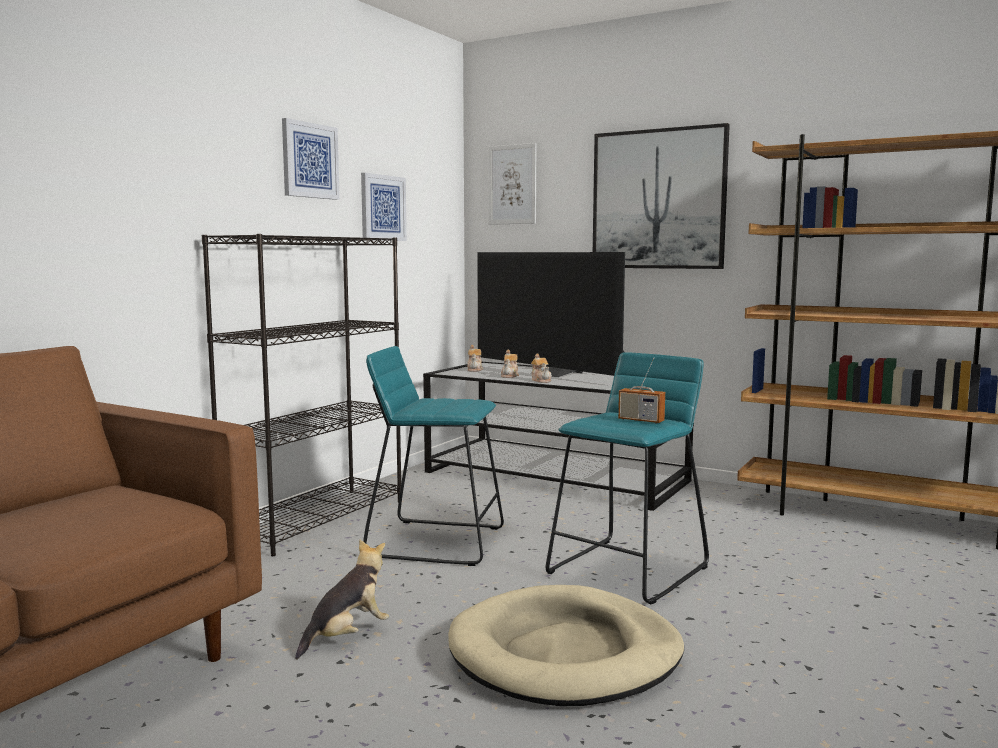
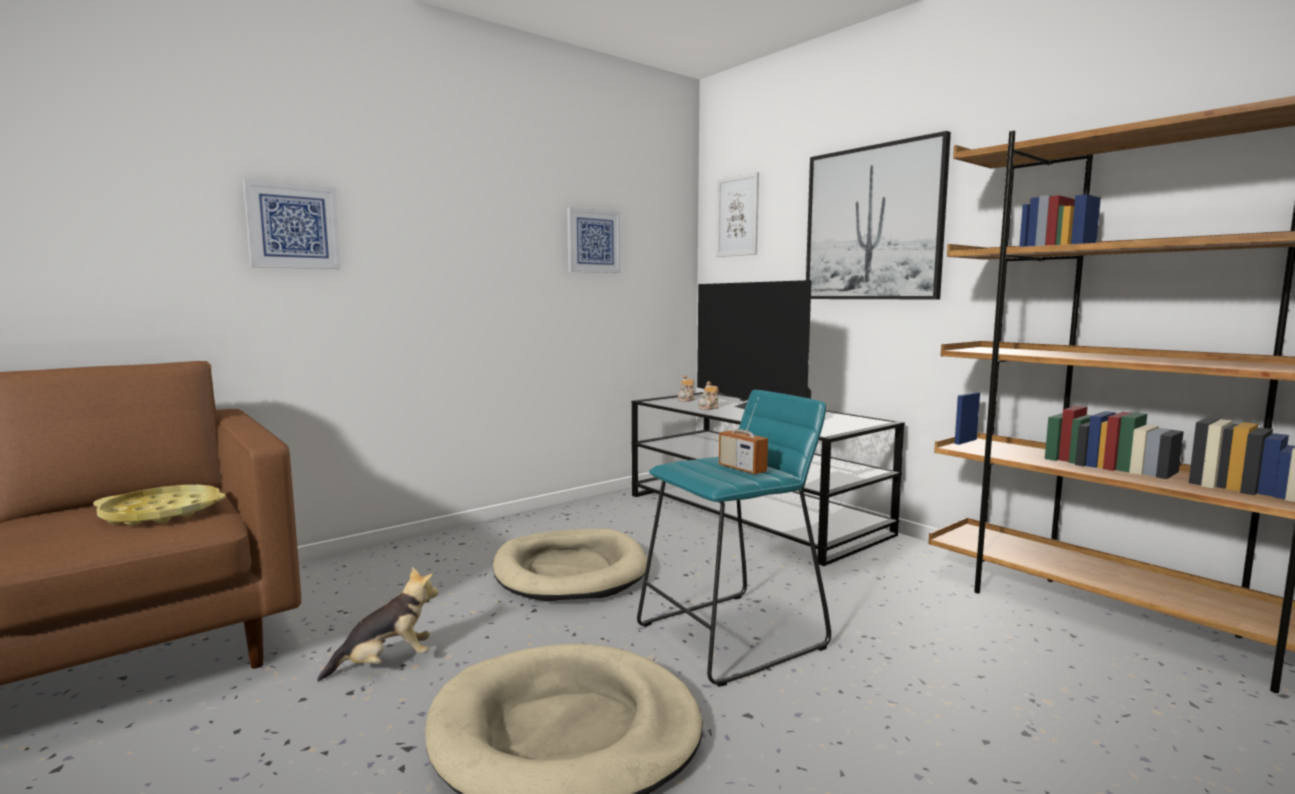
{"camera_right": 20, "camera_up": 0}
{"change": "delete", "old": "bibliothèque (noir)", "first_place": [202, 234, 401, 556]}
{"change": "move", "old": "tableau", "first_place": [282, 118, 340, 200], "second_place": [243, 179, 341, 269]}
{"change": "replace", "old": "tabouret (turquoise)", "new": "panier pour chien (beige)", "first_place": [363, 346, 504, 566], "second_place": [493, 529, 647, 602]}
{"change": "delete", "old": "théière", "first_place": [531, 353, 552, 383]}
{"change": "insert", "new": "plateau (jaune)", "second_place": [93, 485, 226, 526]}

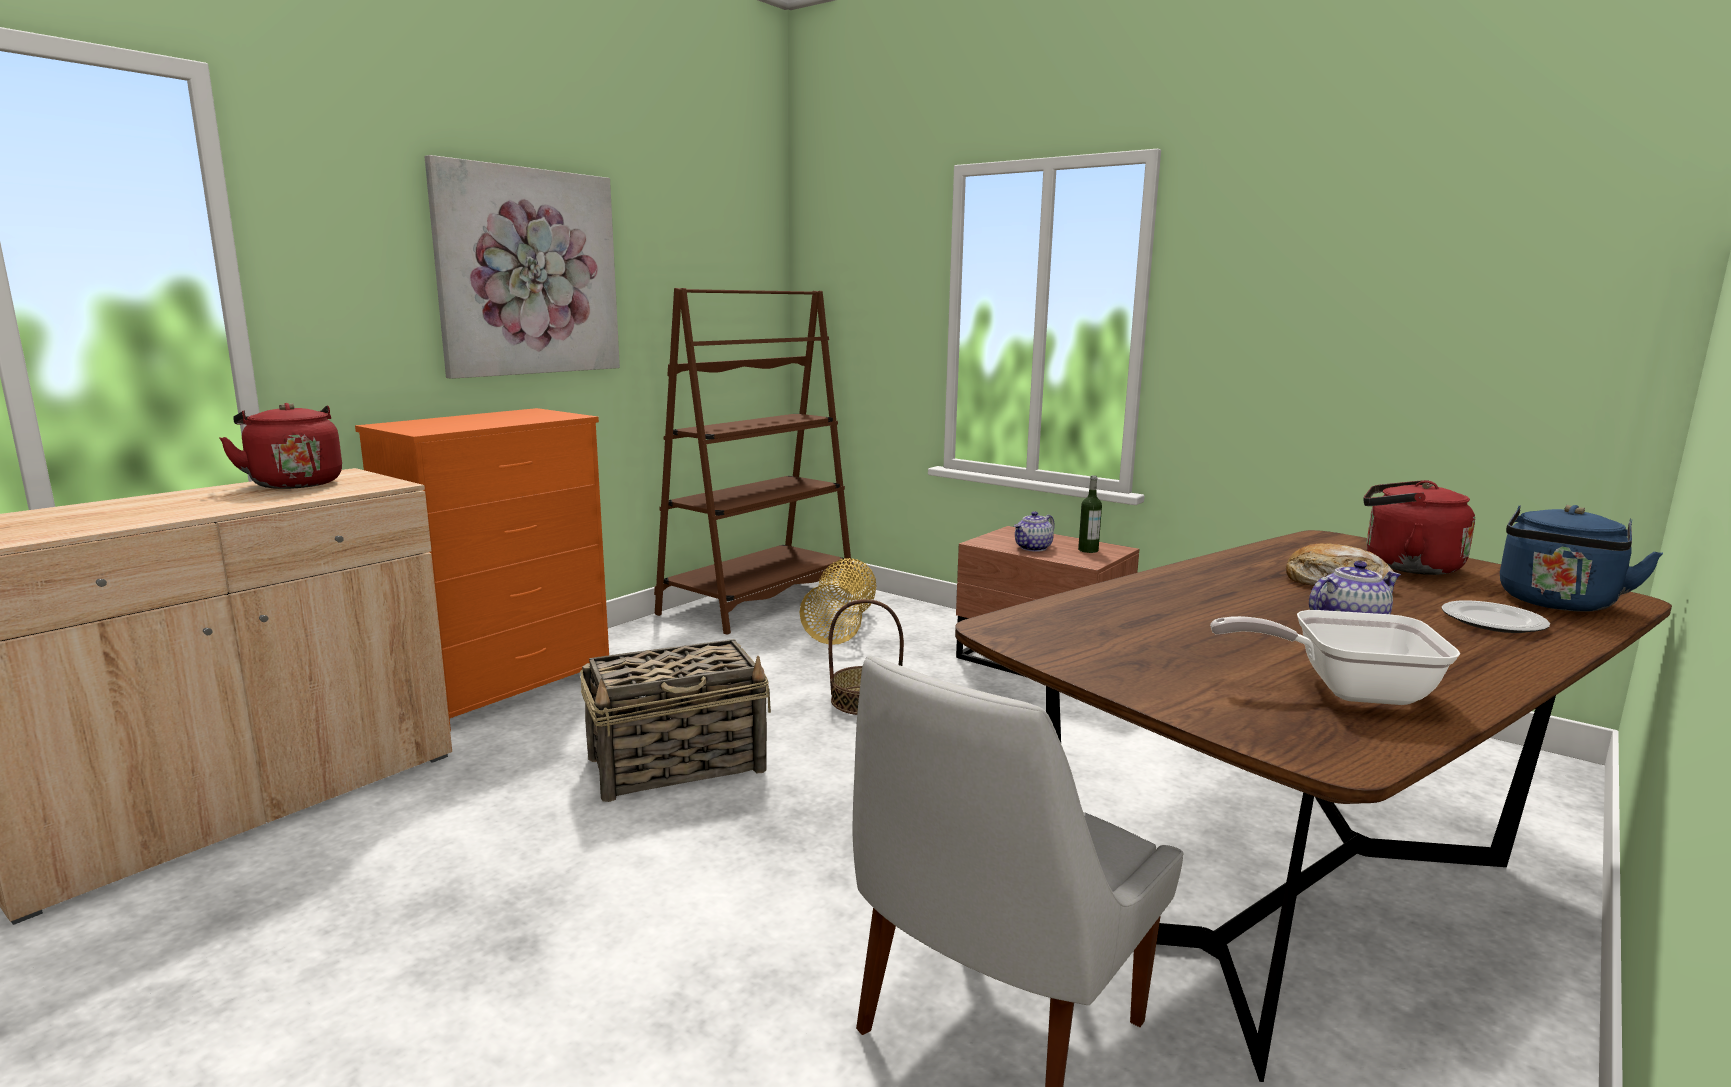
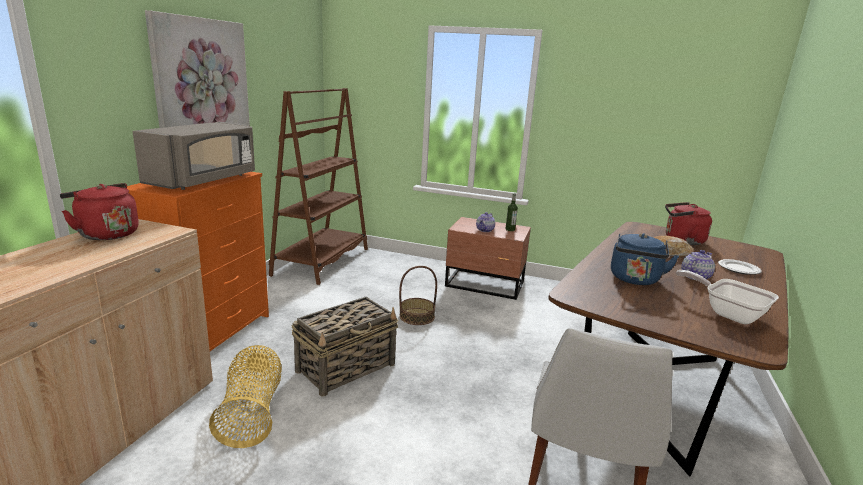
{"camera_right": -20, "camera_up": 5}
{"change": "move", "old": "panier", "first_place": [799, 558, 877, 645], "second_place": [209, 345, 282, 448]}
{"change": "rotate", "old": "poêle", "first_place": [1210, 610, 1460, 705], "second_place": [676, 270, 779, 324], "degrees": 60}
{"change": "move", "old": "bouilloire (bleu)", "first_place": [1500, 505, 1663, 612], "second_place": [611, 233, 679, 285]}
{"change": "insert", "new": "micro-ondes (gris)", "second_place": [132, 122, 255, 190]}

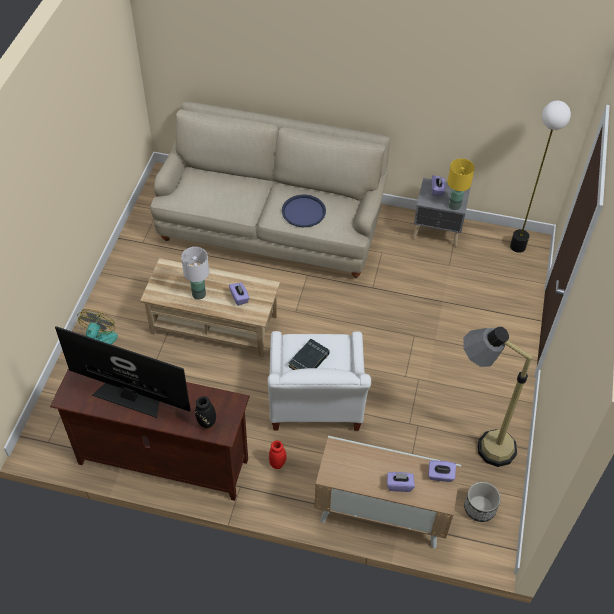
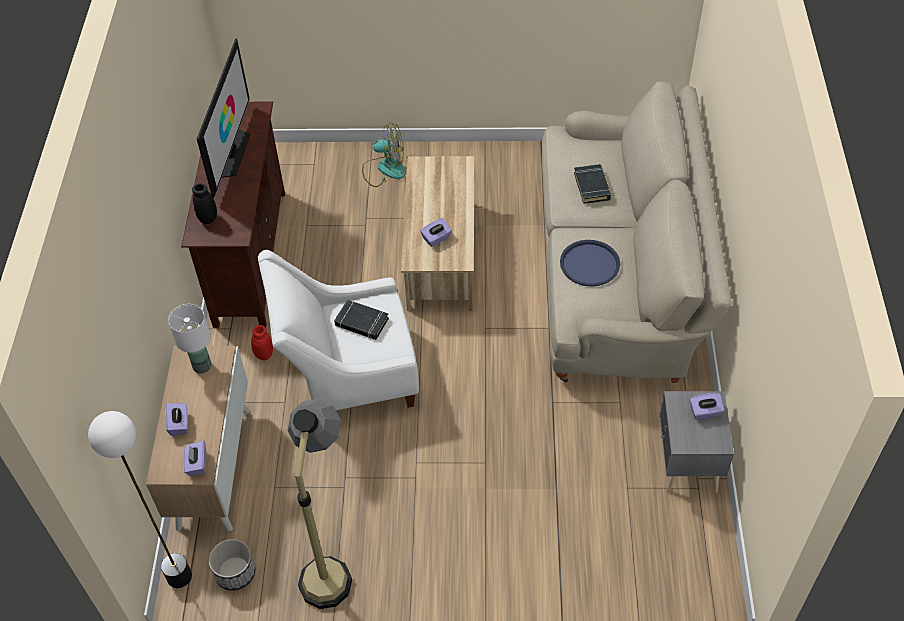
{"camera_right": 80, "camera_up": 0}
{"change": "move", "old": "lampe de table (blanc)", "first_place": [181, 247, 209, 299], "second_place": [168, 304, 211, 374]}
{"change": "delete", "old": "lampe de table (jaune)", "first_place": [448, 158, 475, 210]}
{"change": "move", "old": "lampadaire", "first_place": [510, 101, 571, 253], "second_place": [88, 411, 192, 588]}
{"change": "insert", "new": "livre (noir)", "second_place": [574, 164, 611, 204]}

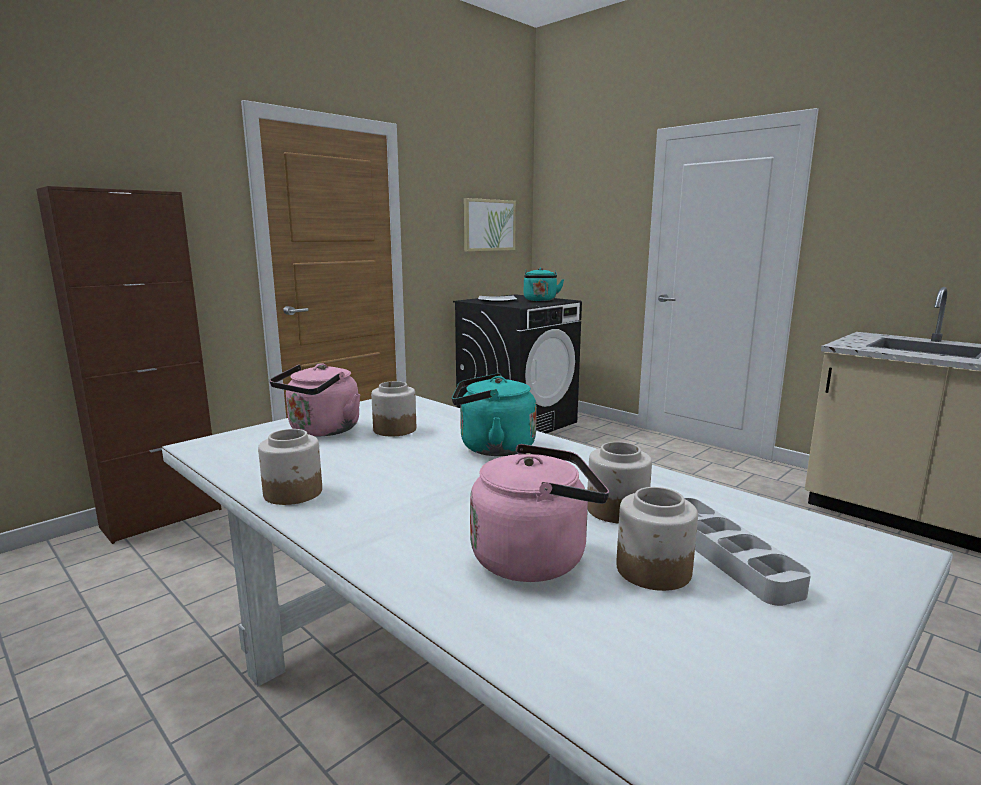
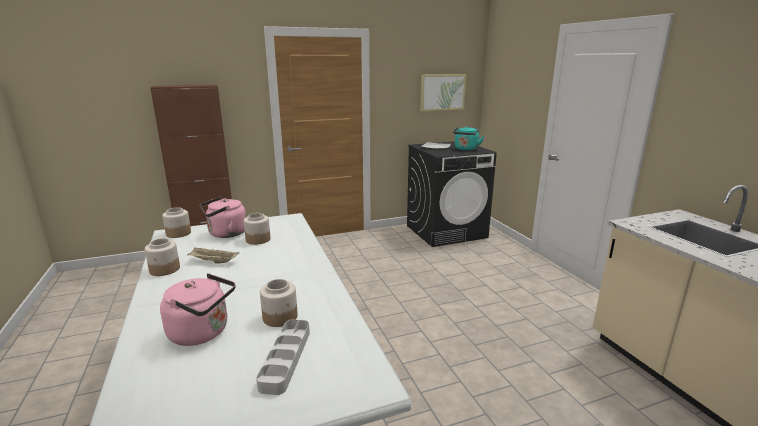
{"camera_right": 25, "camera_up": 5}
{"change": "delete", "old": "bouilloire (turquoise)", "first_place": [452, 373, 537, 456]}
{"change": "move", "old": "bocal", "first_place": [616, 487, 698, 591], "second_place": [162, 207, 191, 238]}
{"change": "insert", "new": "plateau (beige)", "second_place": [187, 248, 239, 264]}

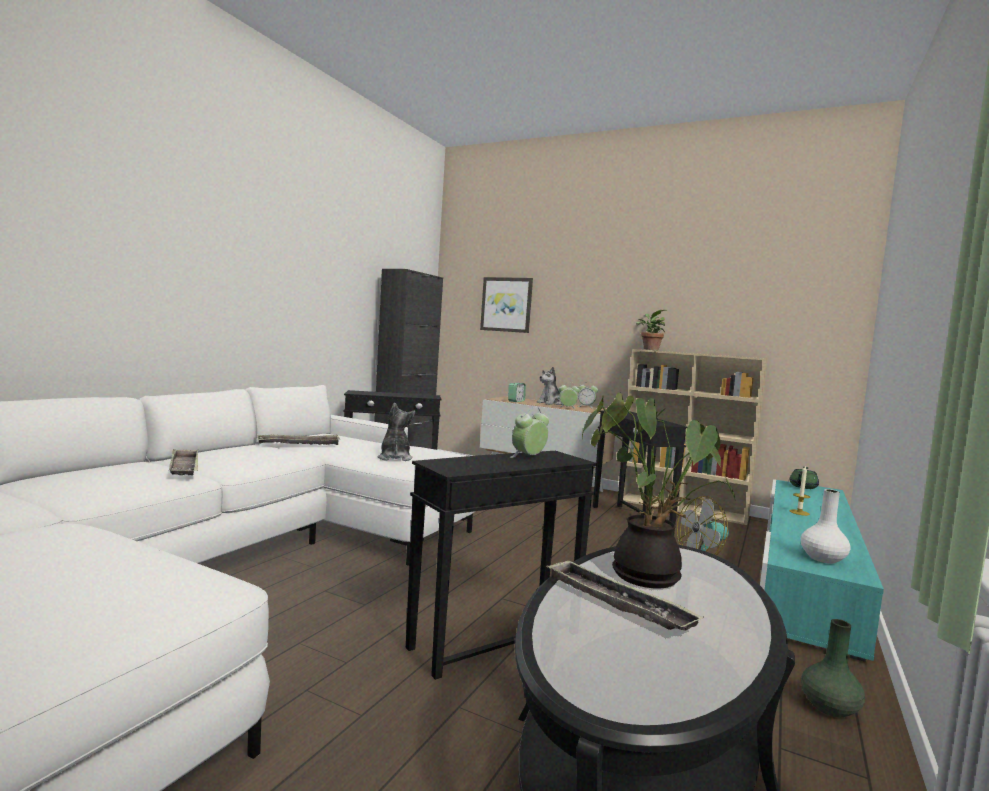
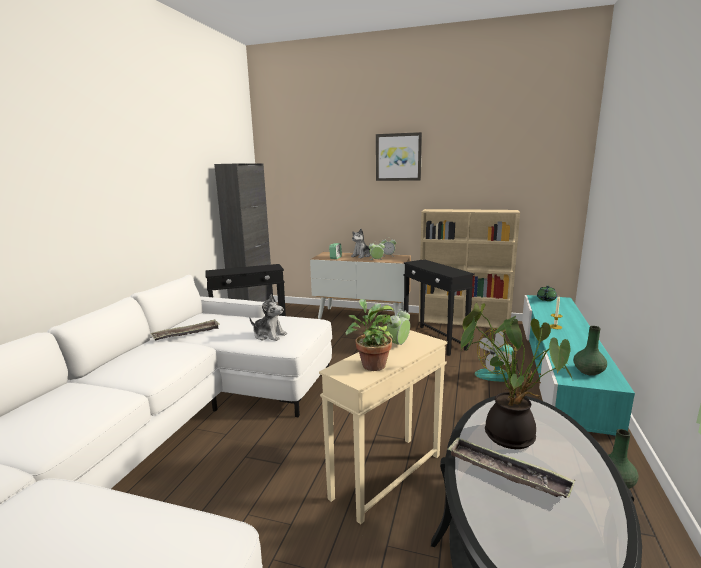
{"camera_right": -10, "camera_up": 10}
{"change": "delete", "old": "plateau", "first_place": [169, 449, 198, 475]}
{"change": "rotate", "old": "peluche", "first_place": [377, 403, 415, 461], "second_place": [249, 294, 287, 341], "degrees": 135}
{"change": "recolor", "old": "table d'appoint (noir)", "new": "table d'appoint (beige)", "first_place": [406, 451, 597, 680], "second_place": [319, 330, 448, 524]}
{"change": "move", "old": "tableau", "first_place": [480, 277, 533, 333], "second_place": [376, 132, 422, 181]}
{"change": "move", "old": "plante en pot", "first_place": [637, 310, 668, 350], "second_place": [345, 299, 395, 371]}
{"change": "recolor", "old": "vase (blanc)", "new": "vase (vert)", "first_place": [801, 489, 850, 564], "second_place": [573, 326, 607, 376]}

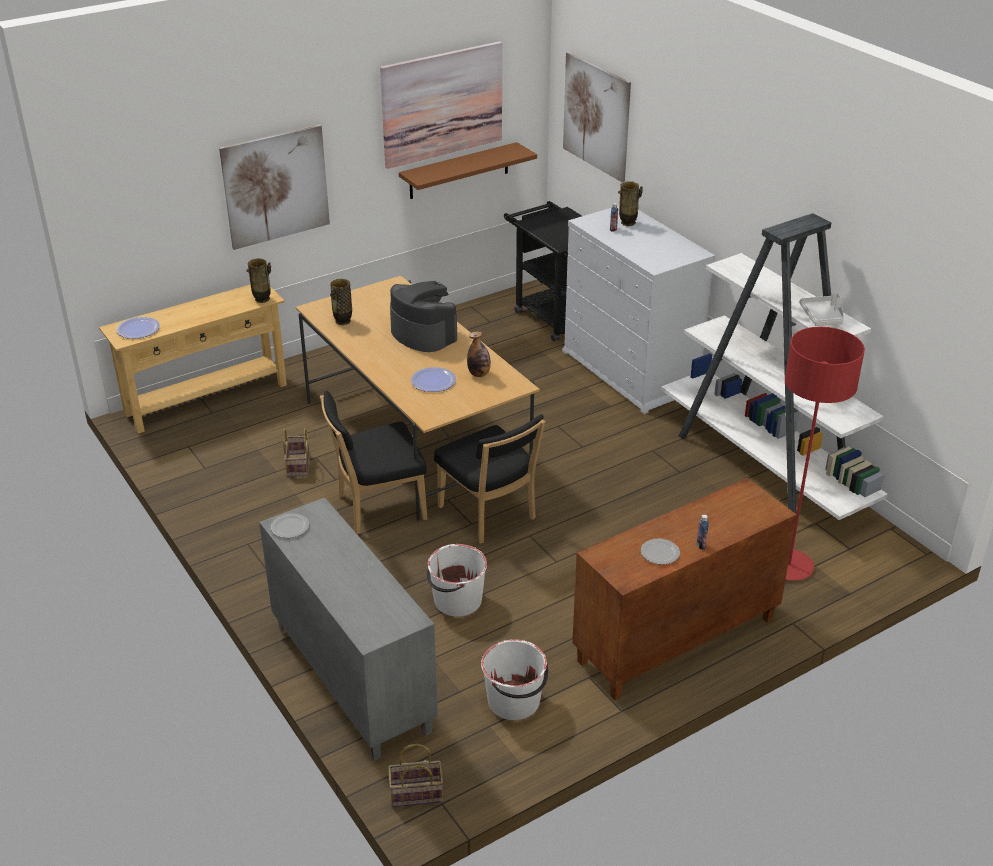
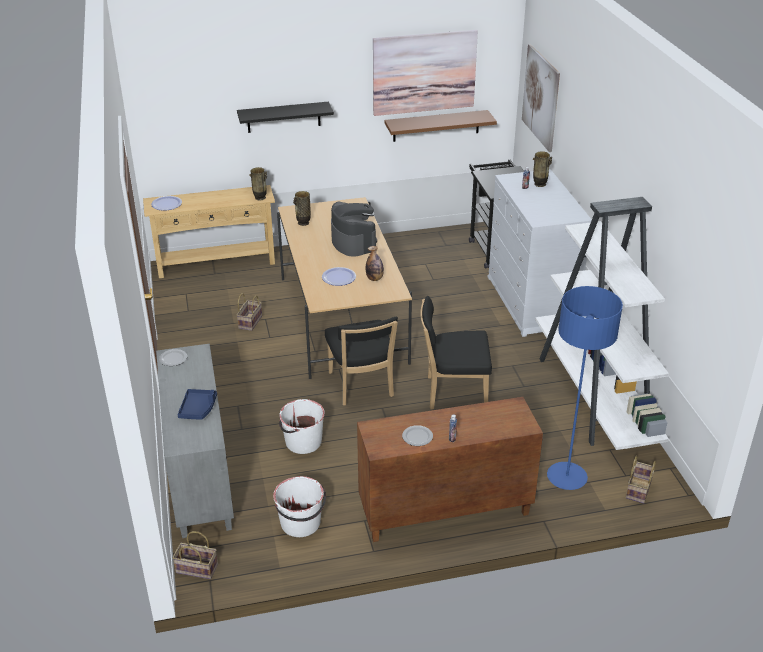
{"camera_right": 20, "camera_up": 0}
{"change": "replace", "old": "tableau", "new": "étagère (noir)", "first_place": [219, 125, 330, 250], "second_place": [237, 102, 334, 133]}
{"change": "move", "old": "chaise (noir)", "first_place": [320, 390, 427, 534], "second_place": [420, 296, 492, 410]}
{"change": "recolor", "old": "lampadaire (rouge)", "new": "lampadaire (bleu)", "first_place": [785, 327, 865, 581], "second_place": [547, 286, 623, 490]}
{"change": "delete", "old": "plateau (gris)", "first_place": [800, 293, 844, 326]}
{"change": "insert", "new": "plateau (bleu)", "second_place": [178, 389, 217, 420]}
{"change": "insert", "new": "panier", "second_place": [626, 455, 656, 503]}

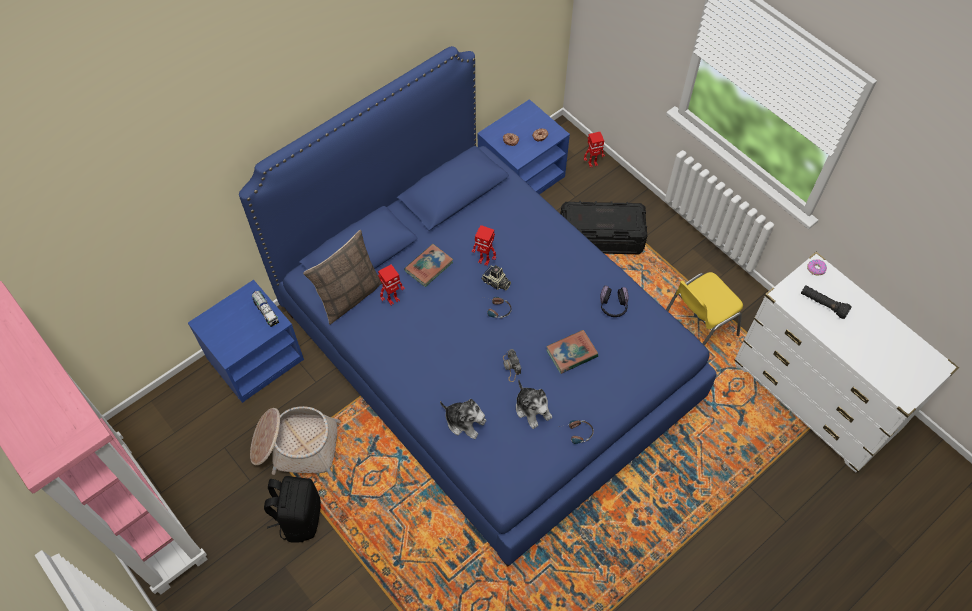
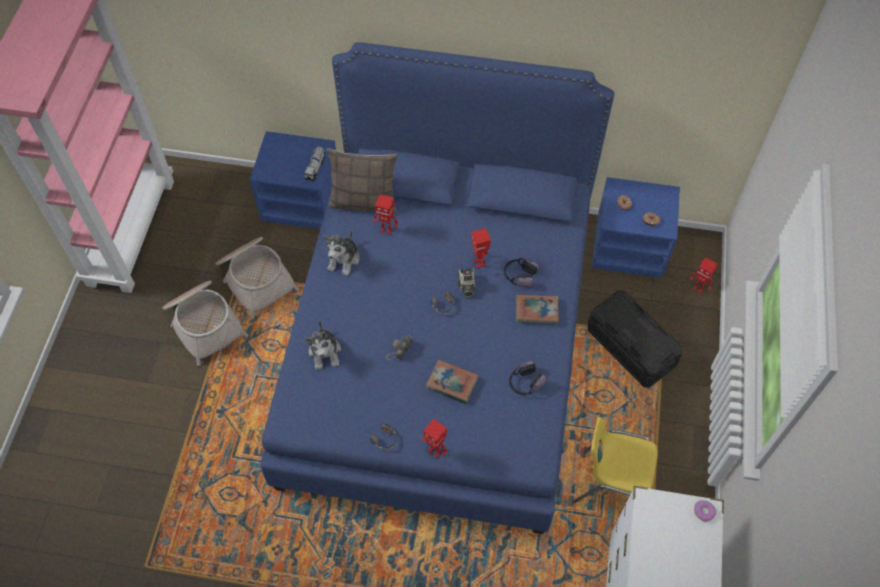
{"camera_right": 50, "camera_up": 0}
{"change": "replace", "old": "sac à dos (noir)", "new": "panier", "first_place": [264, 476, 321, 543], "second_place": [163, 280, 248, 366]}
{"change": "move", "old": "livre", "first_place": [404, 244, 453, 287], "second_place": [516, 294, 559, 324]}
{"change": "move", "old": "peluche", "first_place": [516, 380, 552, 429], "second_place": [323, 229, 359, 276]}
{"change": "delete", "old": "lampe de poche (noir)", "first_place": [801, 285, 852, 319]}
{"change": "insert", "new": "robot jouet", "second_place": [422, 419, 447, 459]}
{"change": "insert", "new": "casque audio", "second_place": [504, 258, 539, 288]}

